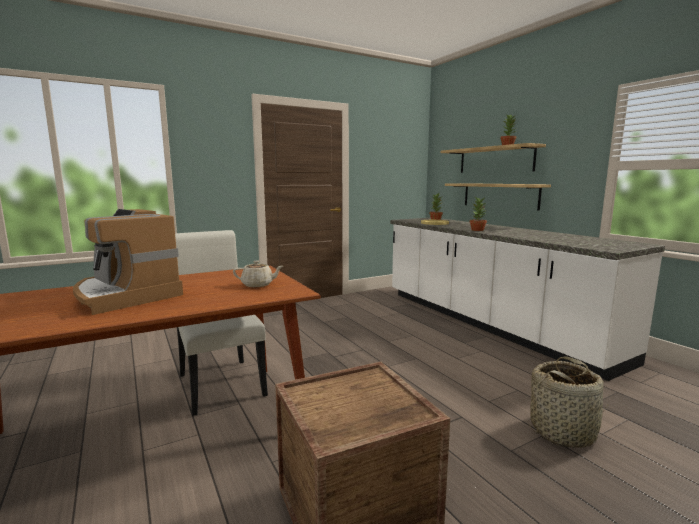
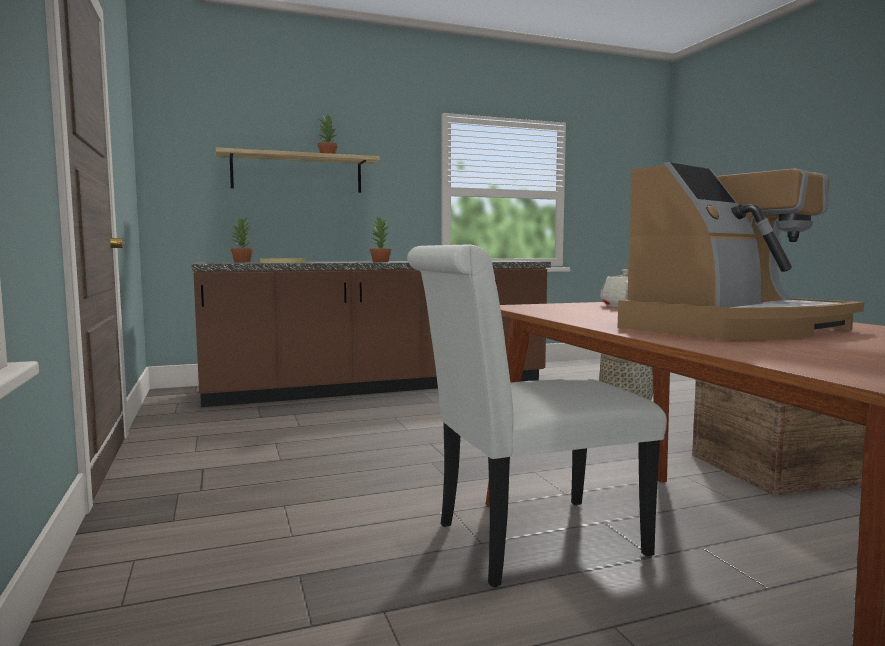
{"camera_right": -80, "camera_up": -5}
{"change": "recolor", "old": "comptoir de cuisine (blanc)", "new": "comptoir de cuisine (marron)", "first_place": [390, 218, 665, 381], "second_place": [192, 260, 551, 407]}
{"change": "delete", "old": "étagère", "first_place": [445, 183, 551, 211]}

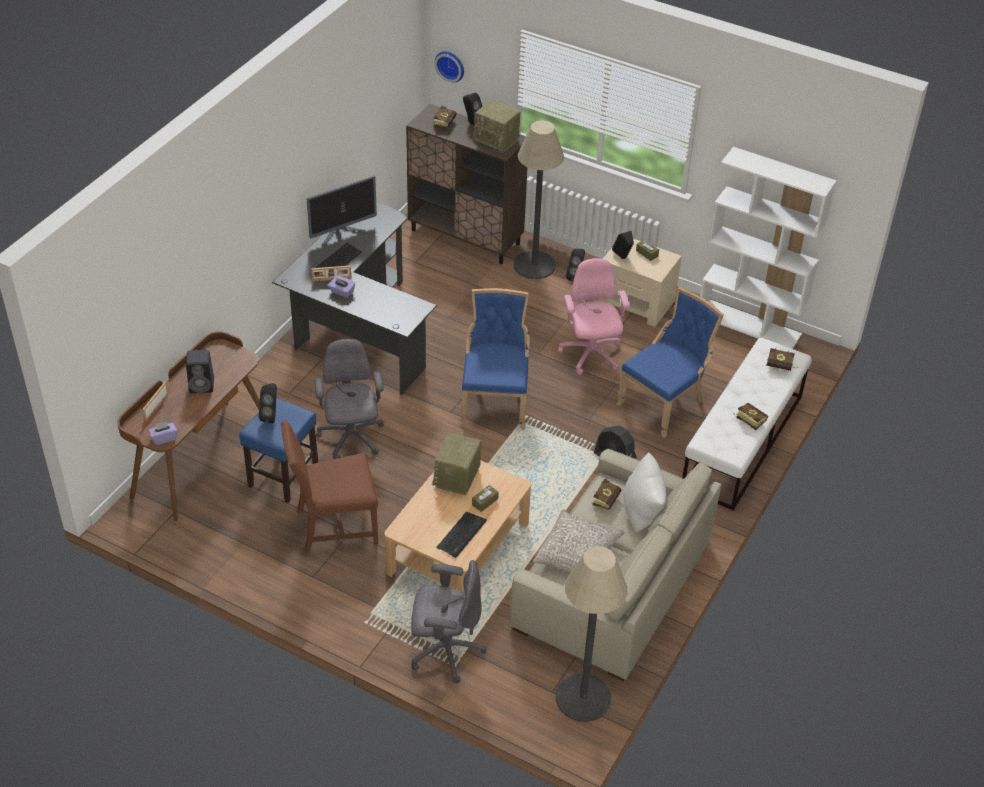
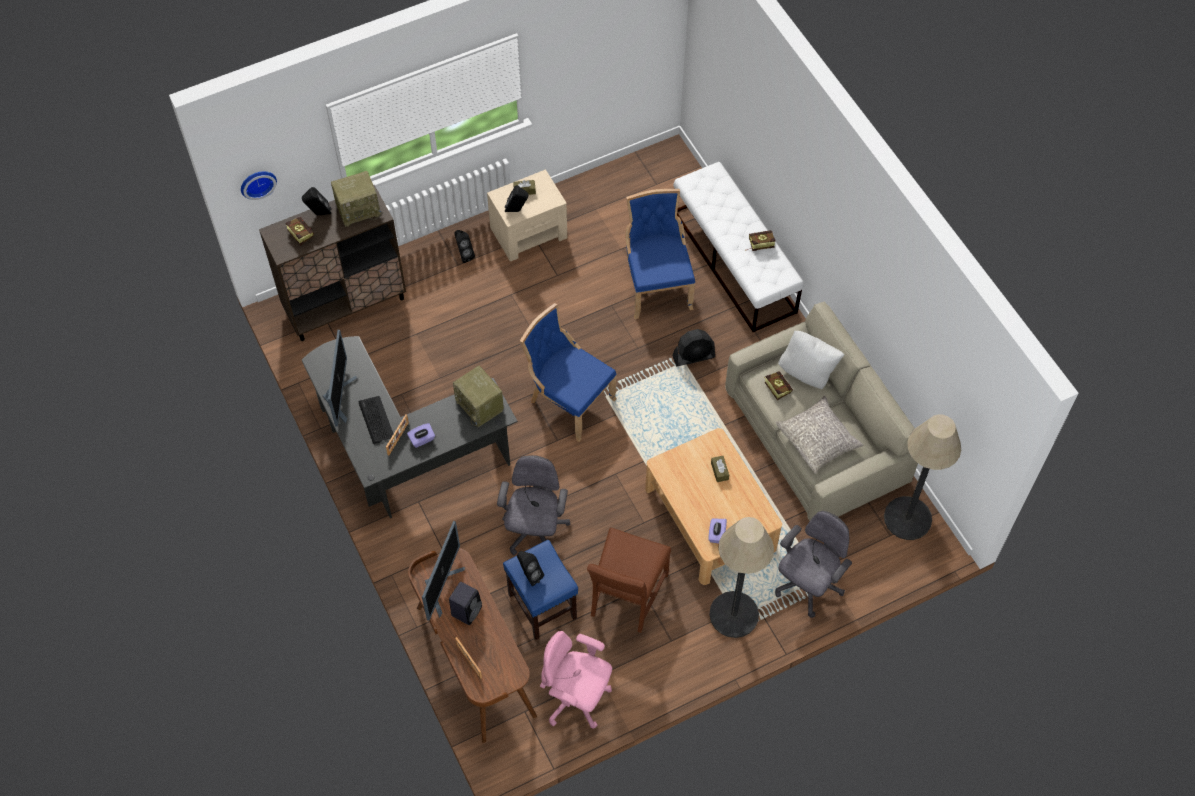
{"camera_right": -55, "camera_up": 15}
{"change": "move", "old": "boîte à mouchoirs (violet)", "first_place": [148, 421, 178, 445], "second_place": [709, 519, 727, 544]}
{"change": "rotate", "old": "chaise de bureau (gris)", "first_place": [314, 339, 384, 459], "second_place": [497, 455, 570, 555], "degrees": 75}
{"change": "move", "old": "radio", "first_place": [432, 432, 481, 495], "second_place": [453, 366, 504, 427]}
{"change": "delete", "old": "clavier", "first_place": [436, 512, 487, 558]}
{"change": "move", "old": "lampadaire", "first_place": [513, 120, 564, 279], "second_place": [709, 517, 774, 638]}
{"change": "move", "old": "chaise de bureau (rose)", "first_place": [558, 258, 630, 375], "second_place": [540, 631, 612, 729]}
{"change": "delete", "old": "bibliothèque (blanc)", "first_place": [700, 147, 837, 349]}
{"change": "delete", "old": "livre", "first_place": [767, 347, 798, 371]}
{"change": "insert", "new": "écran d'ordinateur", "second_place": [422, 521, 465, 621]}

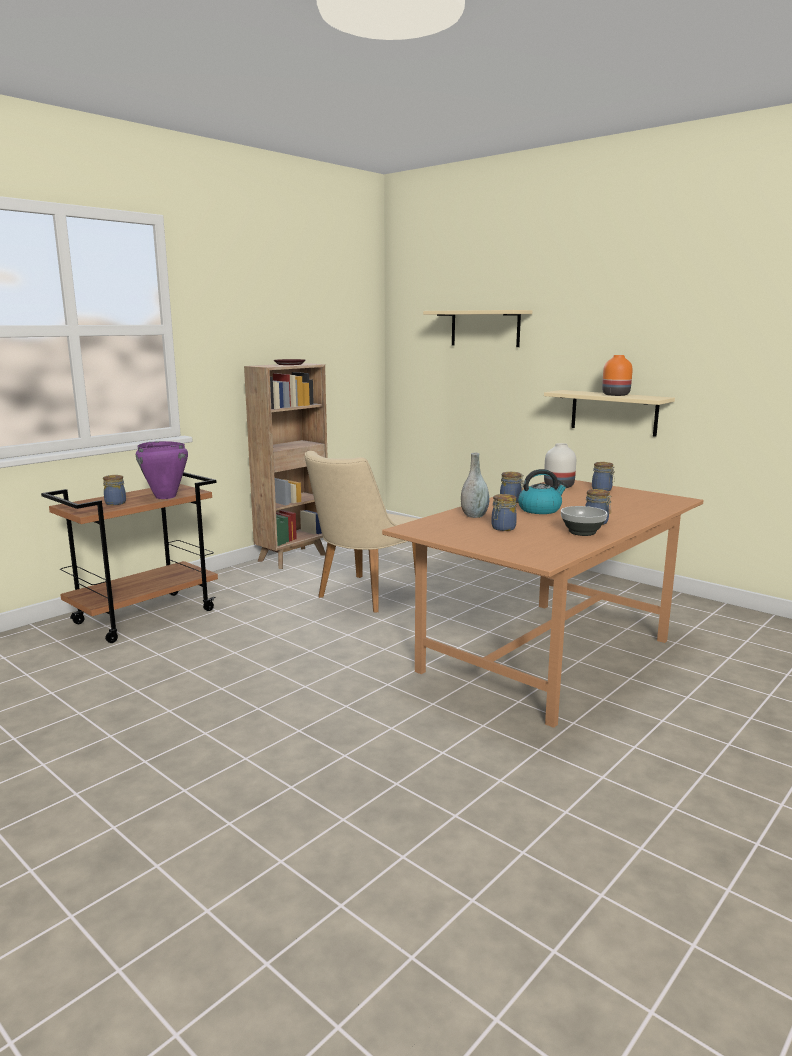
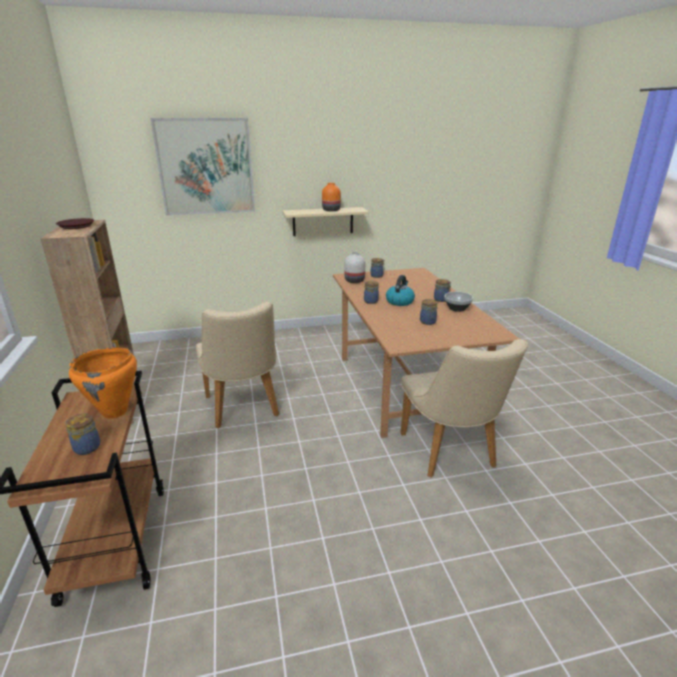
{"camera_right": -55, "camera_up": 10}
{"change": "recolor", "old": "marmite (violet)", "new": "marmite (orange)", "first_place": [136, 441, 188, 499], "second_place": [69, 348, 137, 419]}
{"change": "replace", "old": "étagère (beige)", "new": "tableau", "first_place": [423, 310, 532, 347], "second_place": [150, 118, 255, 215]}
{"change": "delete", "old": "vase (gris)", "first_place": [461, 453, 489, 518]}
{"change": "insert", "new": "chaise (beige)", "second_place": [401, 339, 528, 478]}

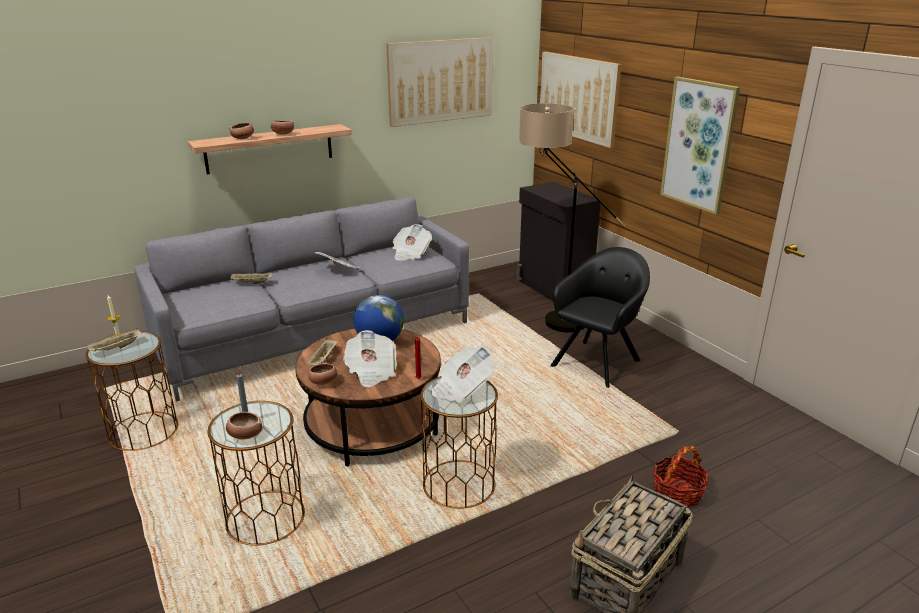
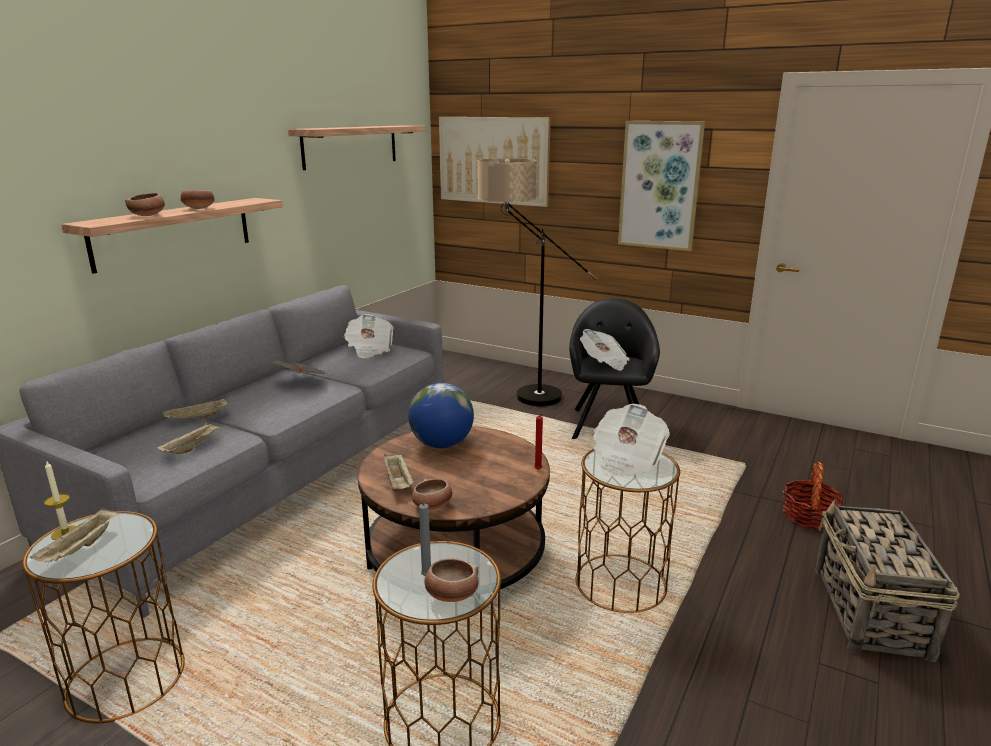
{"camera_right": -30, "camera_up": -5}
{"change": "move", "old": "journal", "first_place": [343, 330, 397, 387], "second_place": [580, 329, 630, 371]}
{"change": "replace", "old": "tableau", "new": "étagère", "first_place": [386, 37, 493, 127], "second_place": [288, 126, 425, 170]}
{"change": "delete", "old": "meuble de rangement (noir)", "first_place": [517, 182, 601, 302]}
{"change": "insert", "new": "plateau (beige)", "second_place": [156, 422, 223, 454]}

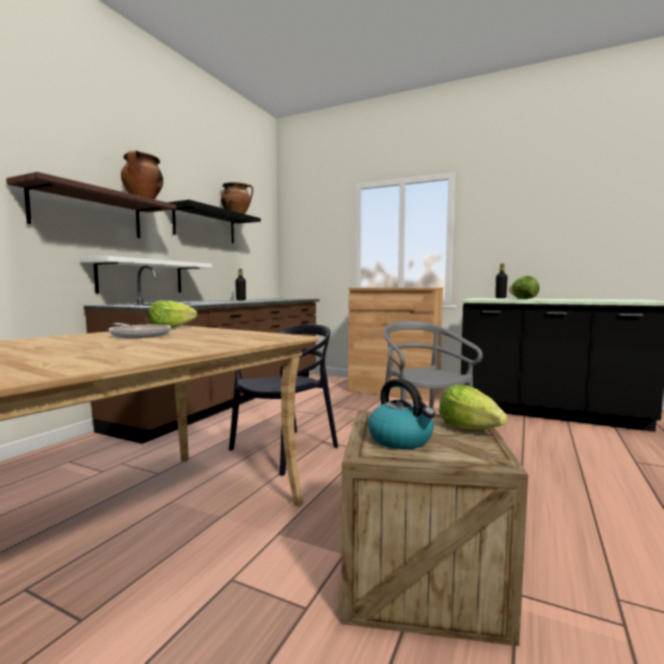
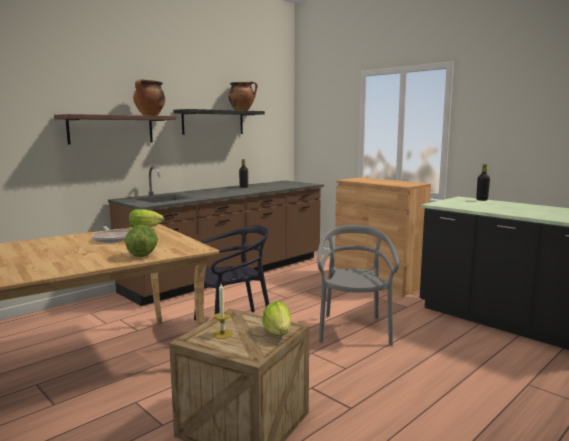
{"camera_right": 20, "camera_up": 5}
{"change": "delete", "old": "étagère (blanc)", "first_place": [81, 256, 212, 293]}
{"change": "replace", "old": "bouilloire", "new": "bougie", "first_place": [368, 379, 435, 449], "second_place": [212, 284, 233, 339]}
{"change": "move", "old": "laitue", "first_place": [509, 276, 539, 299], "second_place": [125, 225, 158, 257]}

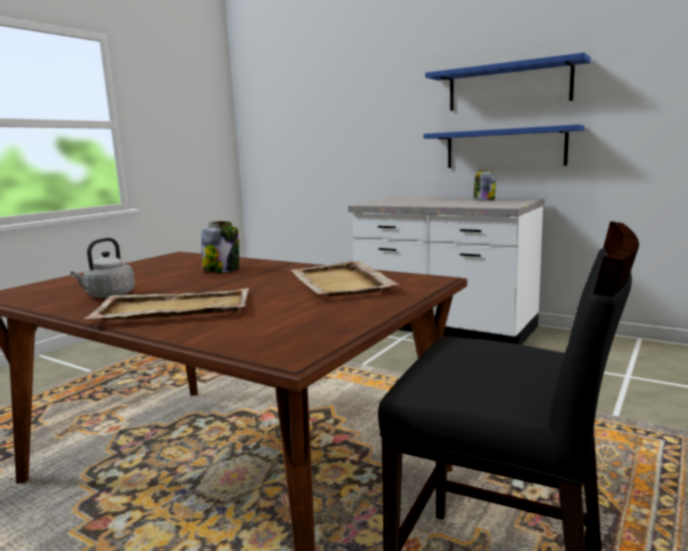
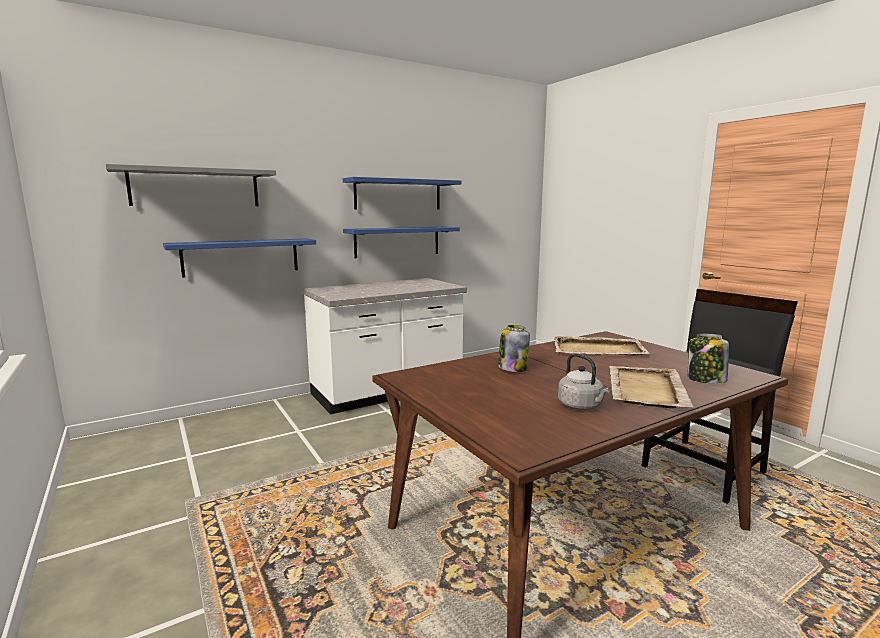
{"camera_right": -65, "camera_up": 0}
{"change": "move", "old": "bocal", "first_place": [474, 170, 496, 200], "second_place": [688, 334, 729, 383]}
{"change": "insert", "new": "étagère (gris)", "second_place": [105, 164, 276, 206]}
{"change": "insert", "new": "étagère (bleu)", "second_place": [163, 238, 316, 278]}

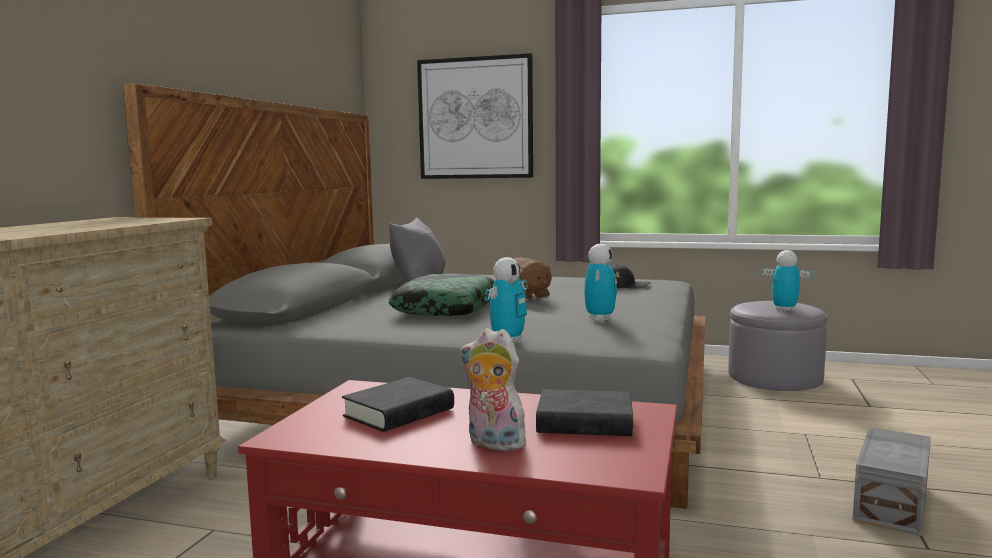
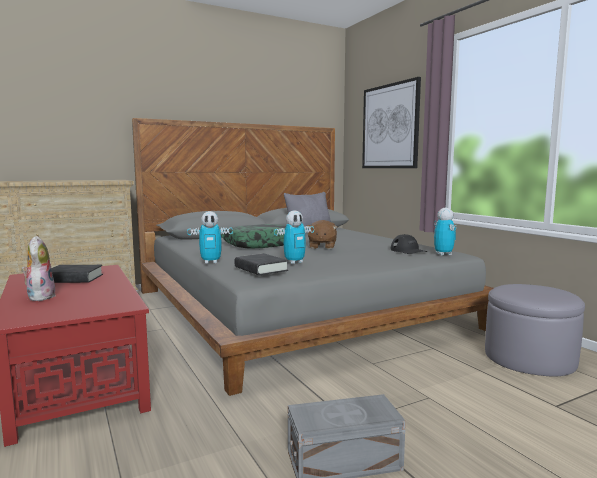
{"camera_right": 45, "camera_up": 0}
{"change": "move", "old": "livre (noir)", "first_place": [536, 389, 633, 436], "second_place": [234, 253, 288, 275]}
{"change": "move", "old": "robot jouet", "first_place": [759, 250, 814, 311], "second_place": [434, 208, 456, 256]}

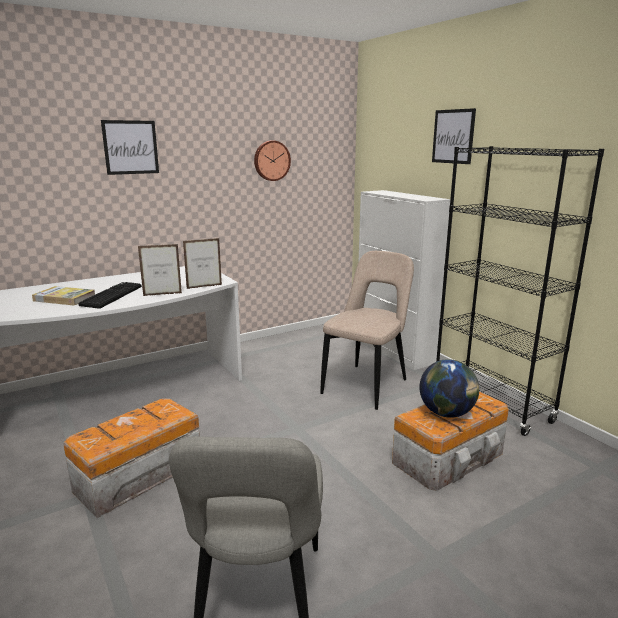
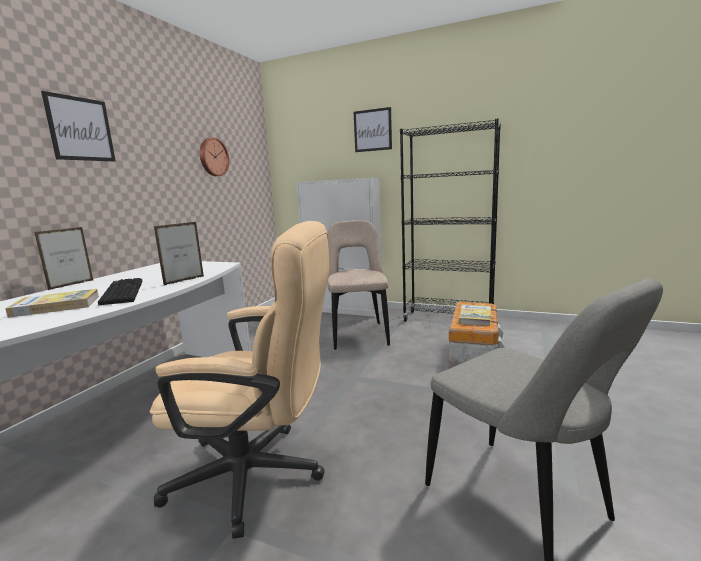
{"camera_right": -35, "camera_up": -5}
{"change": "replace", "old": "boîte de rangement", "new": "chaise de bureau (beige)", "first_place": [63, 398, 200, 518], "second_place": [150, 221, 329, 539]}
{"change": "move", "old": "cadre photo", "first_place": [183, 238, 222, 289], "second_place": [34, 227, 93, 290]}
{"change": "replace", "old": "globe", "new": "livre", "first_place": [420, 359, 479, 418], "second_place": [459, 304, 491, 326]}

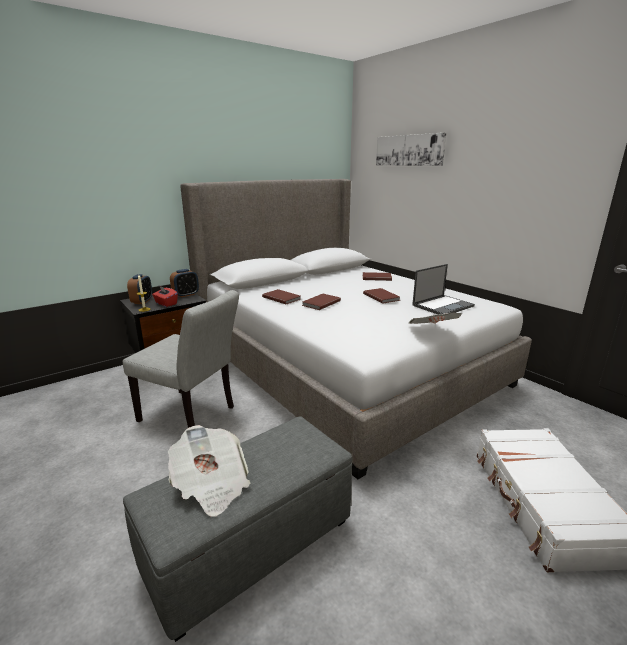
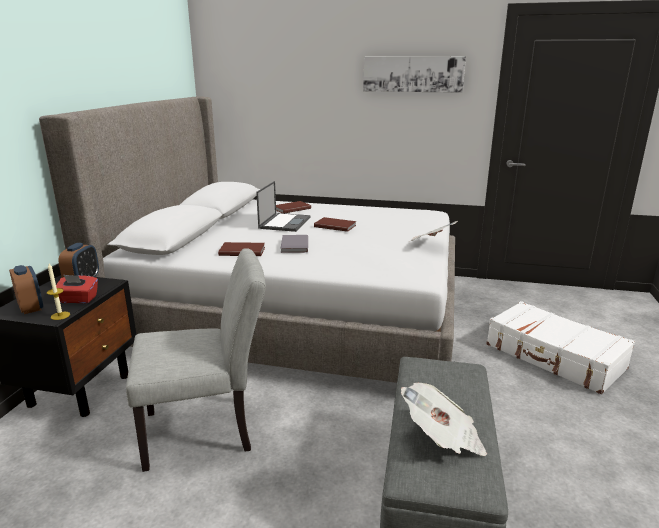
{"camera_right": -40, "camera_up": 0}
{"change": "recolor", "old": "livre (marron)", "new": "livre (gris)", "first_place": [302, 294, 341, 310], "second_place": [281, 235, 308, 253]}
{"change": "move", "old": "tableau", "first_place": [376, 133, 447, 166], "second_place": [363, 56, 466, 93]}
{"change": "move", "old": "ordinateur portable", "first_place": [412, 264, 475, 314], "second_place": [256, 181, 311, 232]}

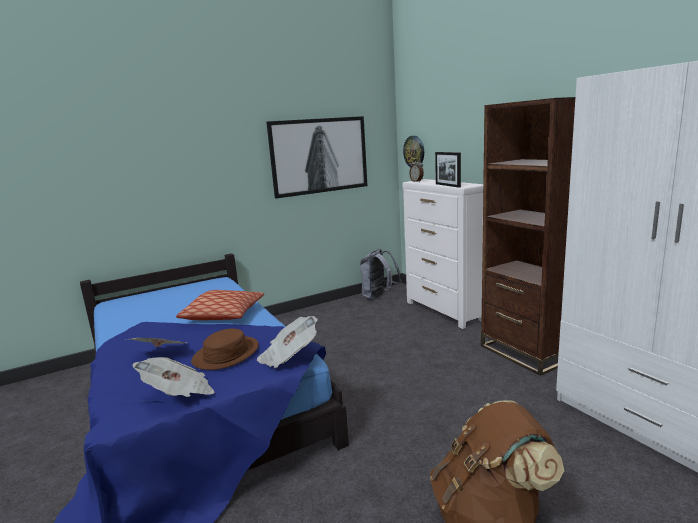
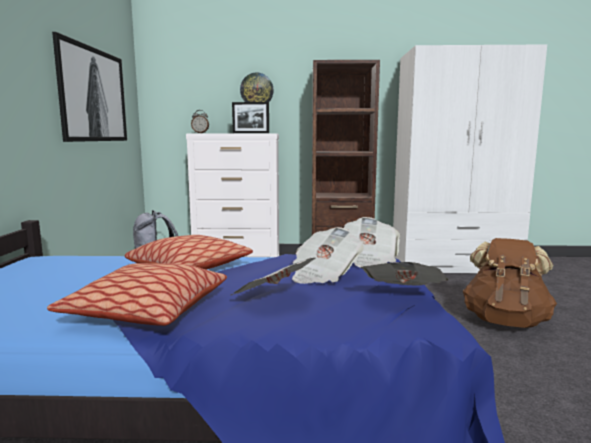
{"camera_right": -60, "camera_up": -5}
{"change": "replace", "old": "chapeau (marron)", "new": "journal", "first_place": [191, 329, 259, 370], "second_place": [292, 227, 364, 284]}
{"change": "move", "old": "horloge murale", "first_place": [403, 136, 424, 167], "second_place": [240, 73, 274, 102]}
{"change": "insert", "new": "coussin", "second_place": [47, 263, 227, 326]}

